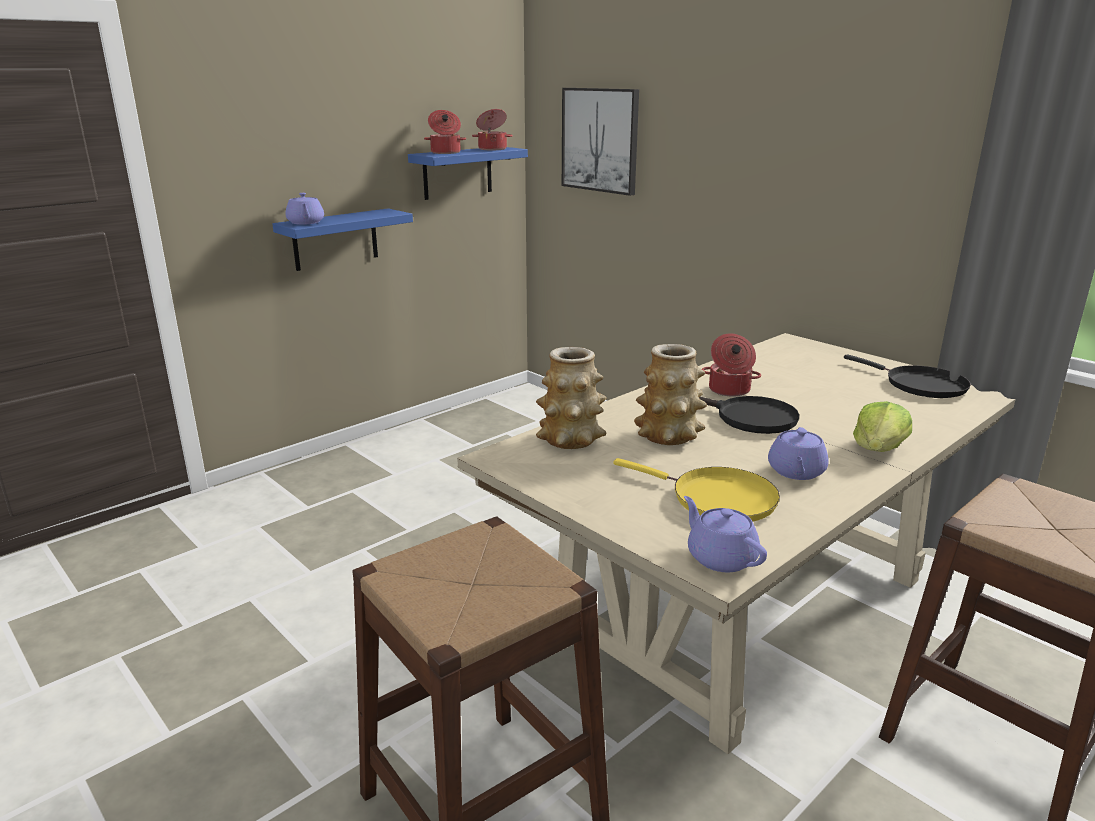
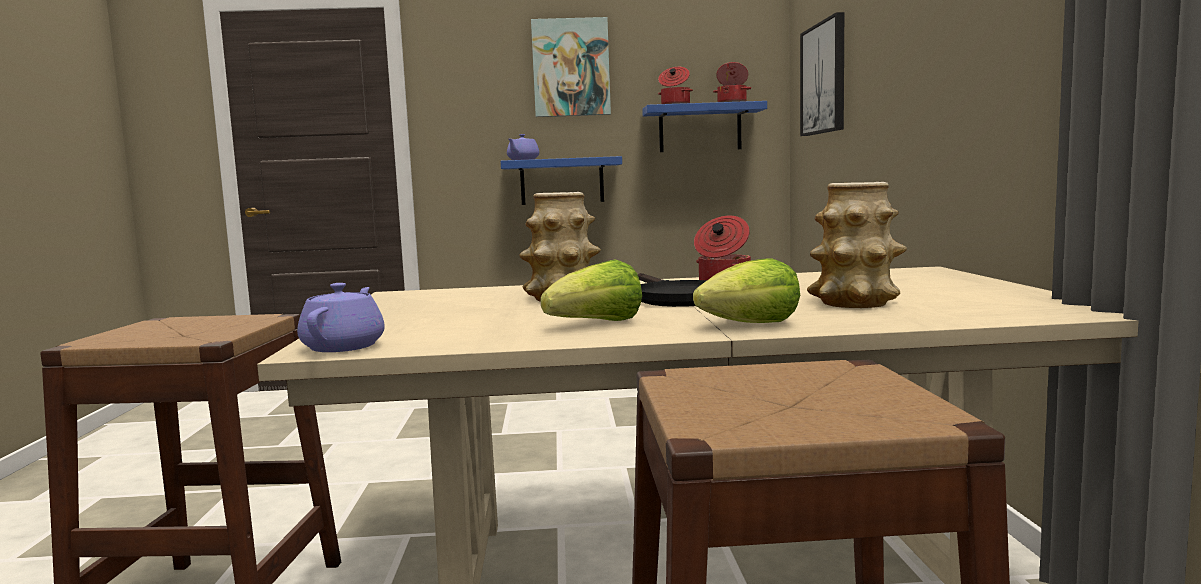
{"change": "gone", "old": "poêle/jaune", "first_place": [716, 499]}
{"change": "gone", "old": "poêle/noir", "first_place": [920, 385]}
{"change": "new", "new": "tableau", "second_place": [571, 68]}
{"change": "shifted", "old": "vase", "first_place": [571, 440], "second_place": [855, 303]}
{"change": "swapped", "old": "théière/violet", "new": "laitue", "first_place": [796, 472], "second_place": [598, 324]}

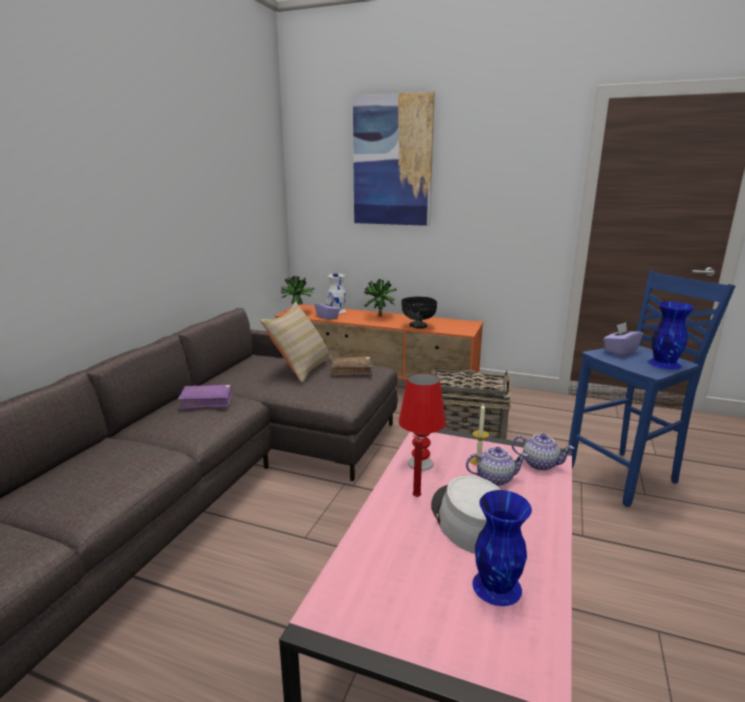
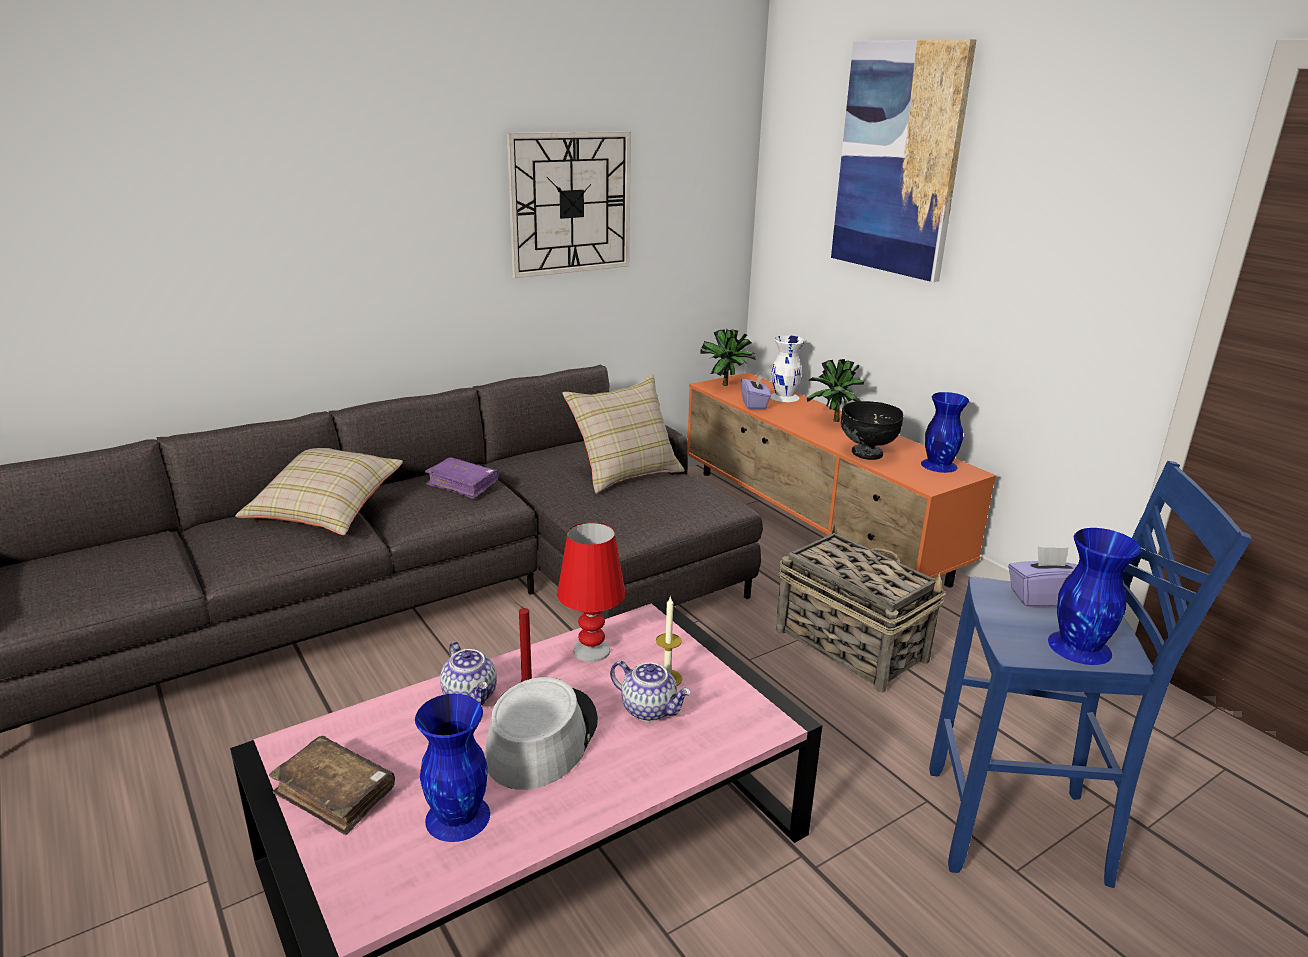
{"change": "new", "new": "coussin/beige", "second_place": [325, 510]}
{"change": "new", "new": "horloge murale", "second_place": [570, 203]}
{"change": "new", "new": "vase/bleu", "second_place": [938, 465]}
{"change": "shifted", "old": "livre/marron", "first_place": [351, 371], "second_place": [335, 793]}
{"change": "shifted", "old": "théière", "first_place": [540, 464], "second_place": [471, 695]}

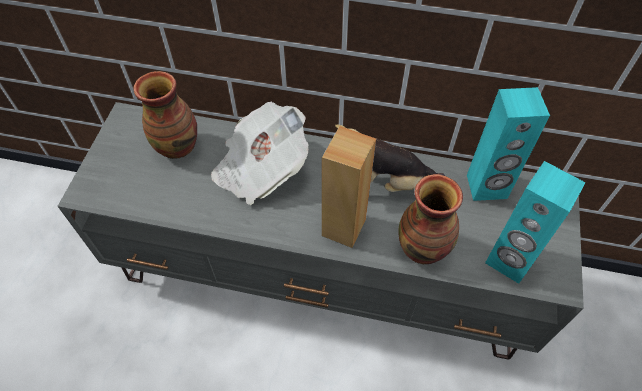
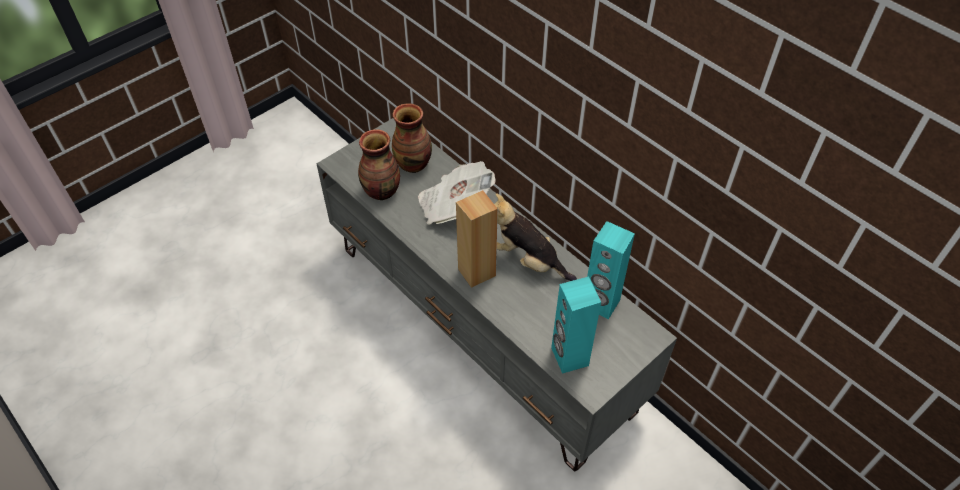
{"change": "shifted", "old": "vase", "first_place": [424, 248], "second_place": [382, 191]}

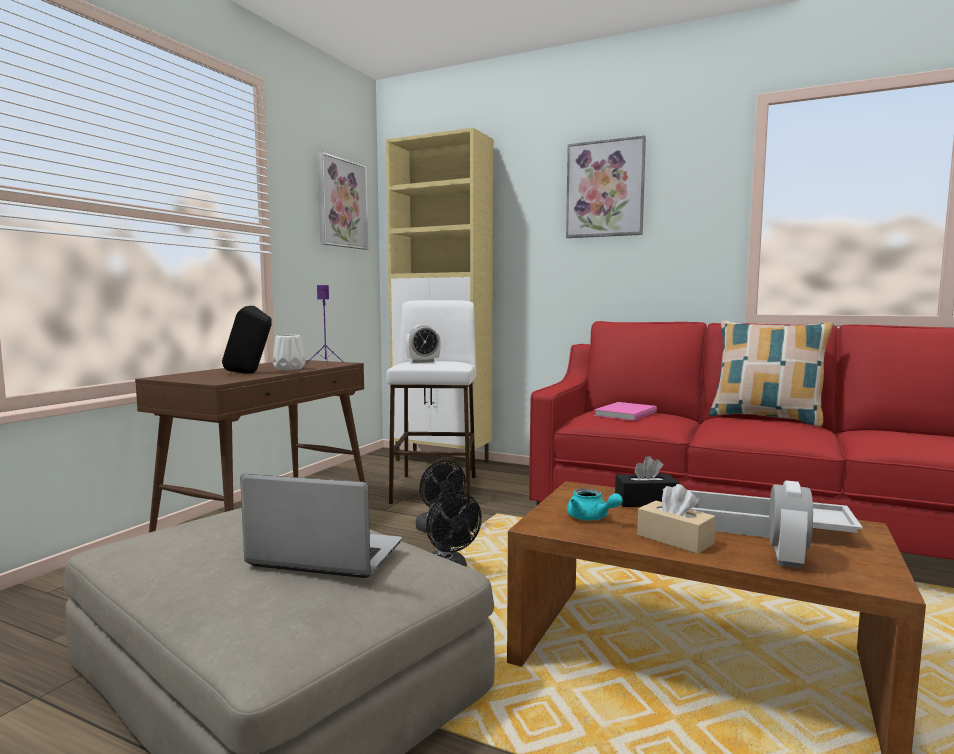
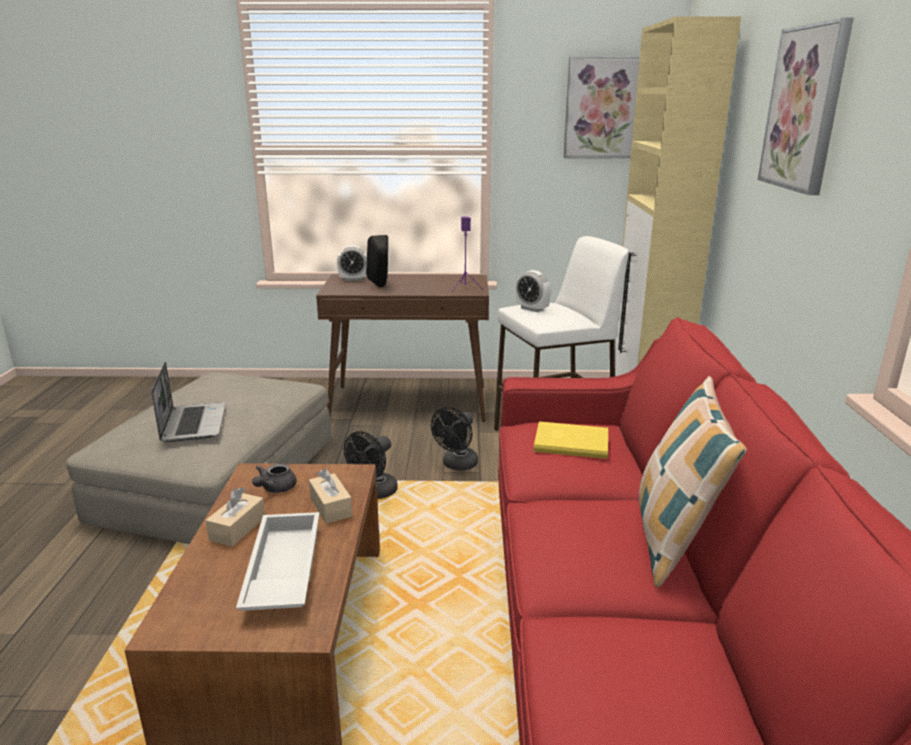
{"change": "gone", "old": "vase/blanc", "first_place": [289, 369]}
{"change": "shifted", "old": "réveil", "first_place": [787, 558], "second_place": [353, 279]}
{"change": "repainted", "old": "théière/turquoise", "new": "théière/gris", "first_place": [591, 518], "second_place": [275, 488]}
{"change": "repainted", "old": "livre/rose", "new": "livre/jaune", "first_place": [623, 413], "second_place": [570, 441]}
{"change": "repainted", "old": "boîte à mouchoirs/noir", "new": "boîte à mouchoirs/beige", "first_place": [645, 501], "second_place": [331, 507]}

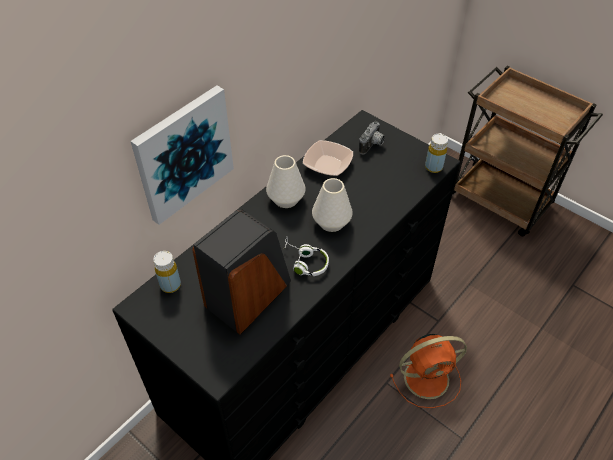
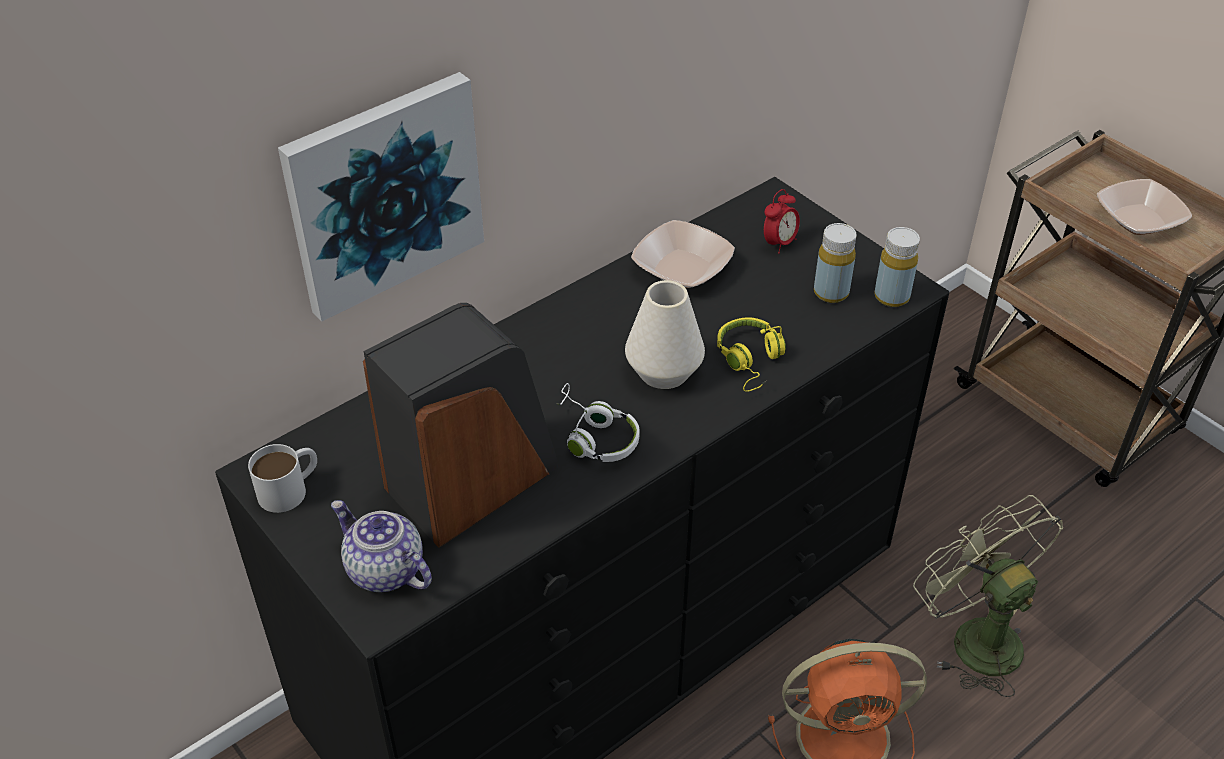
{"change": "gone", "old": "vase/blanc", "first_place": [286, 199]}
{"change": "new", "new": "mug/blanc", "second_place": [290, 488]}
{"change": "new", "new": "théière", "second_place": [384, 570]}
{"change": "new", "new": "casque audio/jaune", "second_place": [751, 361]}
{"change": "new", "new": "ventilateur/vert", "second_place": [974, 637]}
{"change": "new", "new": "bol", "second_place": [1138, 219]}
{"change": "shifted", "old": "bouteille/jaune", "first_place": [170, 285], "second_place": [831, 292]}
{"change": "swapped", "old": "appareil photo", "new": "réveil", "first_place": [372, 145], "second_place": [779, 243]}

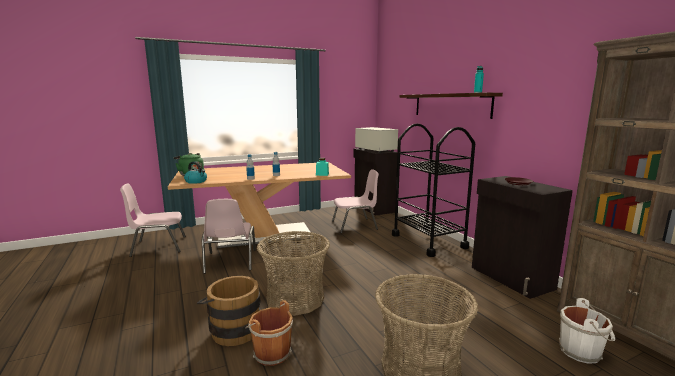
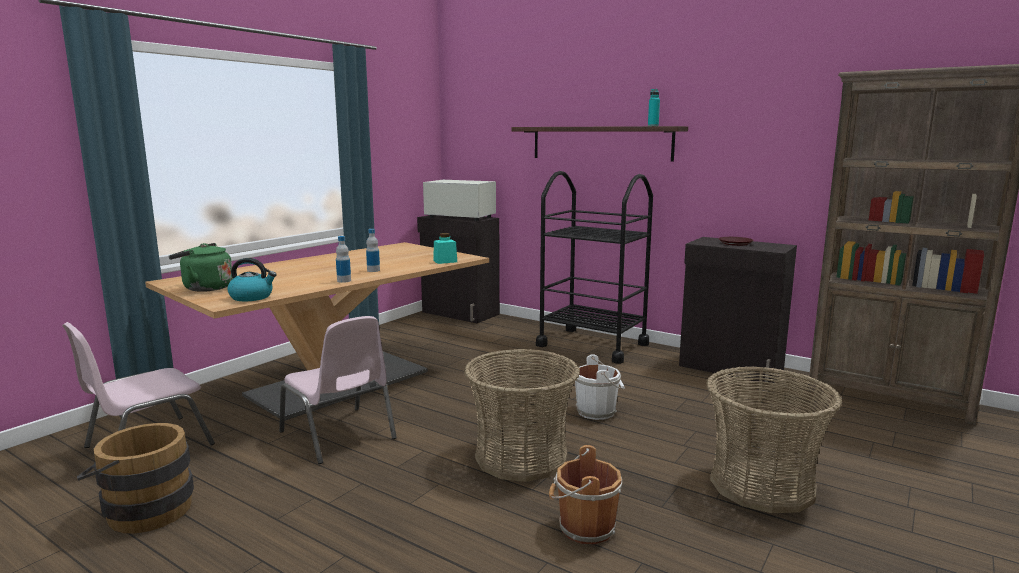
{"change": "gone", "old": "chaise/rose", "first_place": [355, 225]}
{"change": "shifted", "old": "seau/marron", "first_place": [232, 329], "second_place": [143, 510]}
{"change": "shifted", "old": "seau/blanc", "first_place": [581, 352], "second_place": [597, 411]}

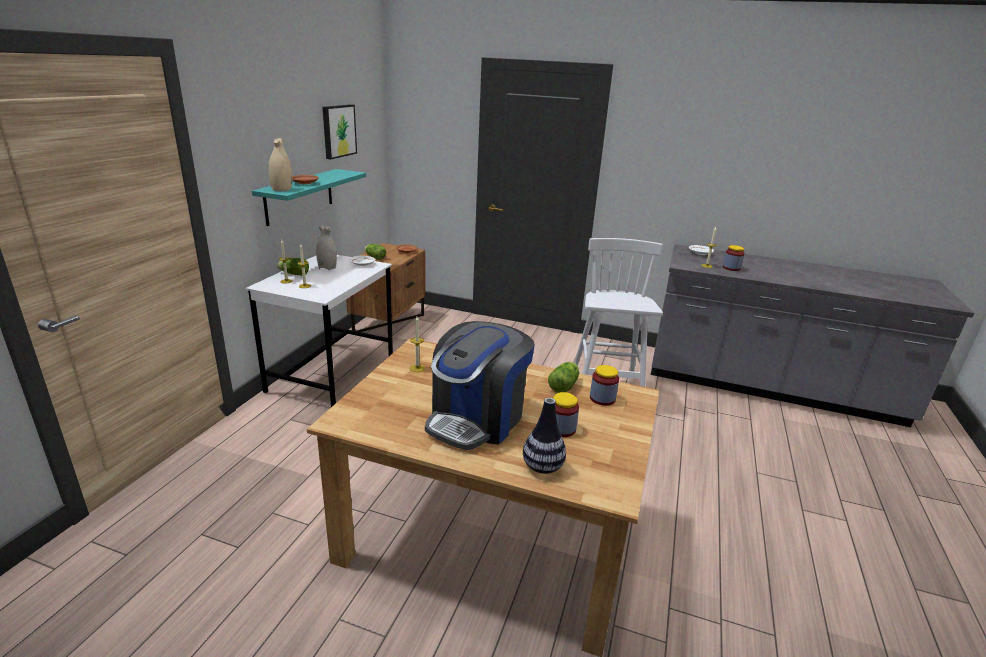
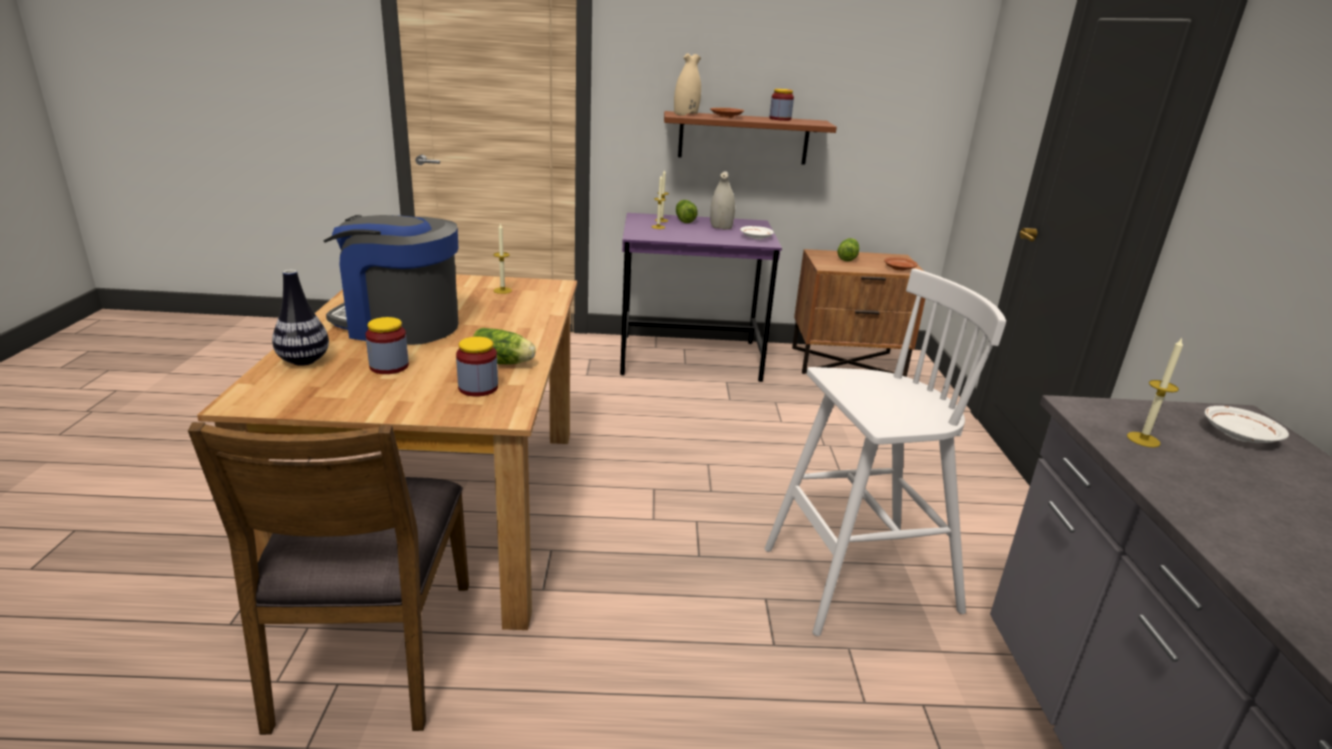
{"change": "gone", "old": "tableau", "first_place": [338, 131]}
{"change": "new", "new": "chaise/marron", "second_place": [371, 651]}
{"change": "shifted", "old": "bocal", "first_place": [731, 268], "second_place": [780, 119]}
{"change": "repainted", "old": "bureau/blanc", "new": "bureau/violet", "first_place": [332, 374], "second_place": [690, 358]}
{"change": "repainted", "old": "étagère/turquoise", "new": "étagère/marron", "first_place": [299, 196], "second_place": [743, 138]}

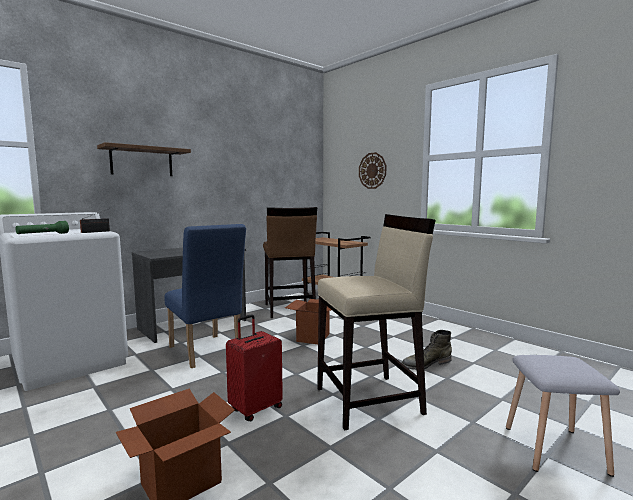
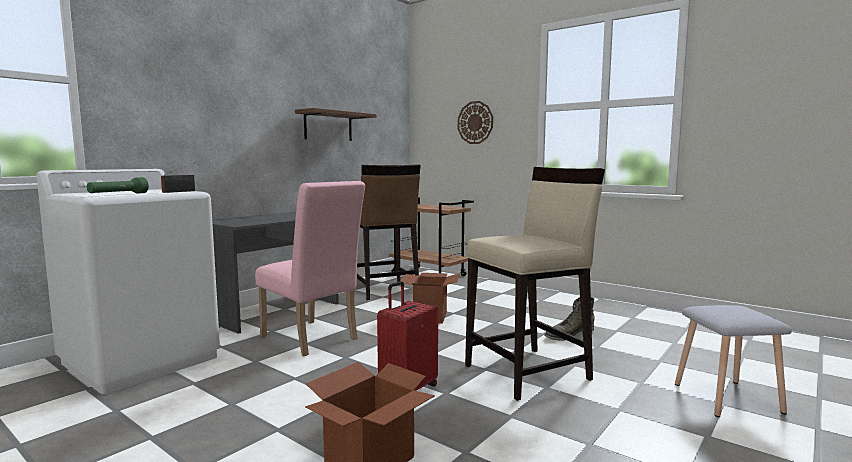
{"change": "shifted", "old": "étagère/marron", "first_place": [142, 161], "second_place": [328, 126]}
{"change": "repainted", "old": "chaise/bleu", "new": "chaise/rose", "first_place": [206, 352], "second_place": [312, 339]}

